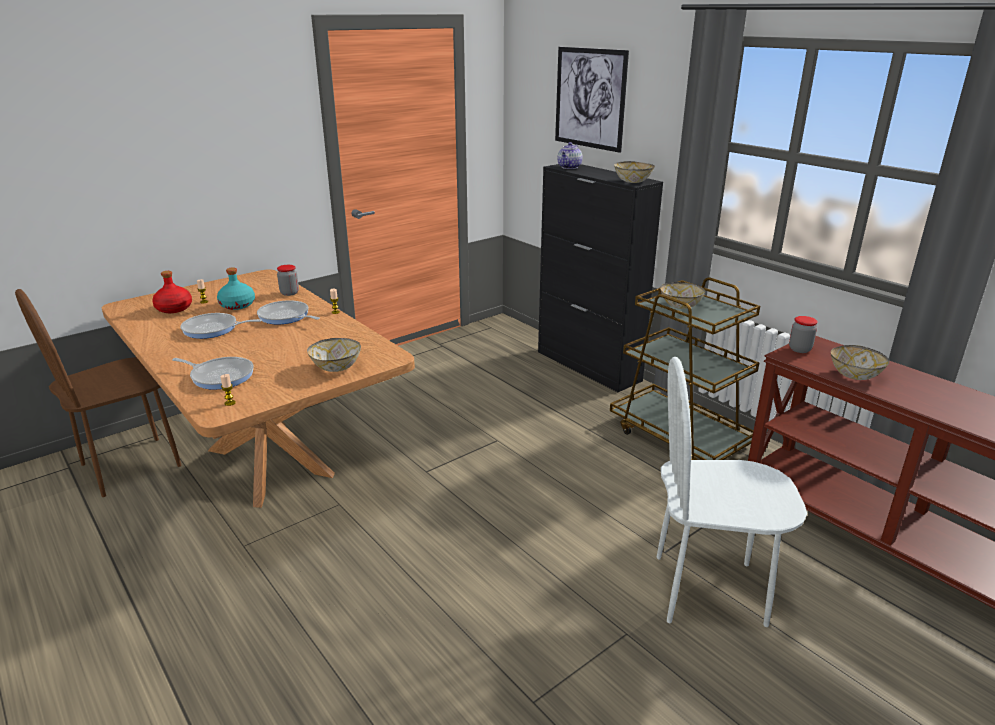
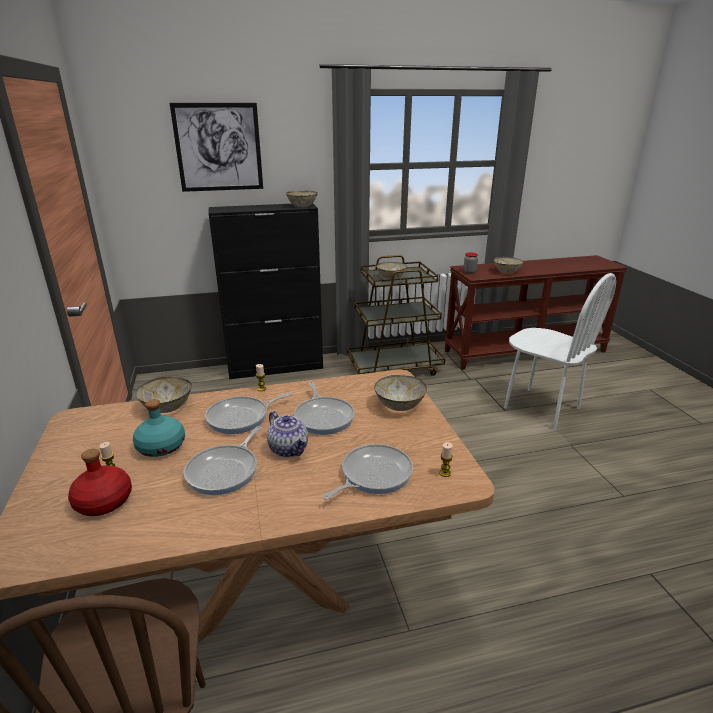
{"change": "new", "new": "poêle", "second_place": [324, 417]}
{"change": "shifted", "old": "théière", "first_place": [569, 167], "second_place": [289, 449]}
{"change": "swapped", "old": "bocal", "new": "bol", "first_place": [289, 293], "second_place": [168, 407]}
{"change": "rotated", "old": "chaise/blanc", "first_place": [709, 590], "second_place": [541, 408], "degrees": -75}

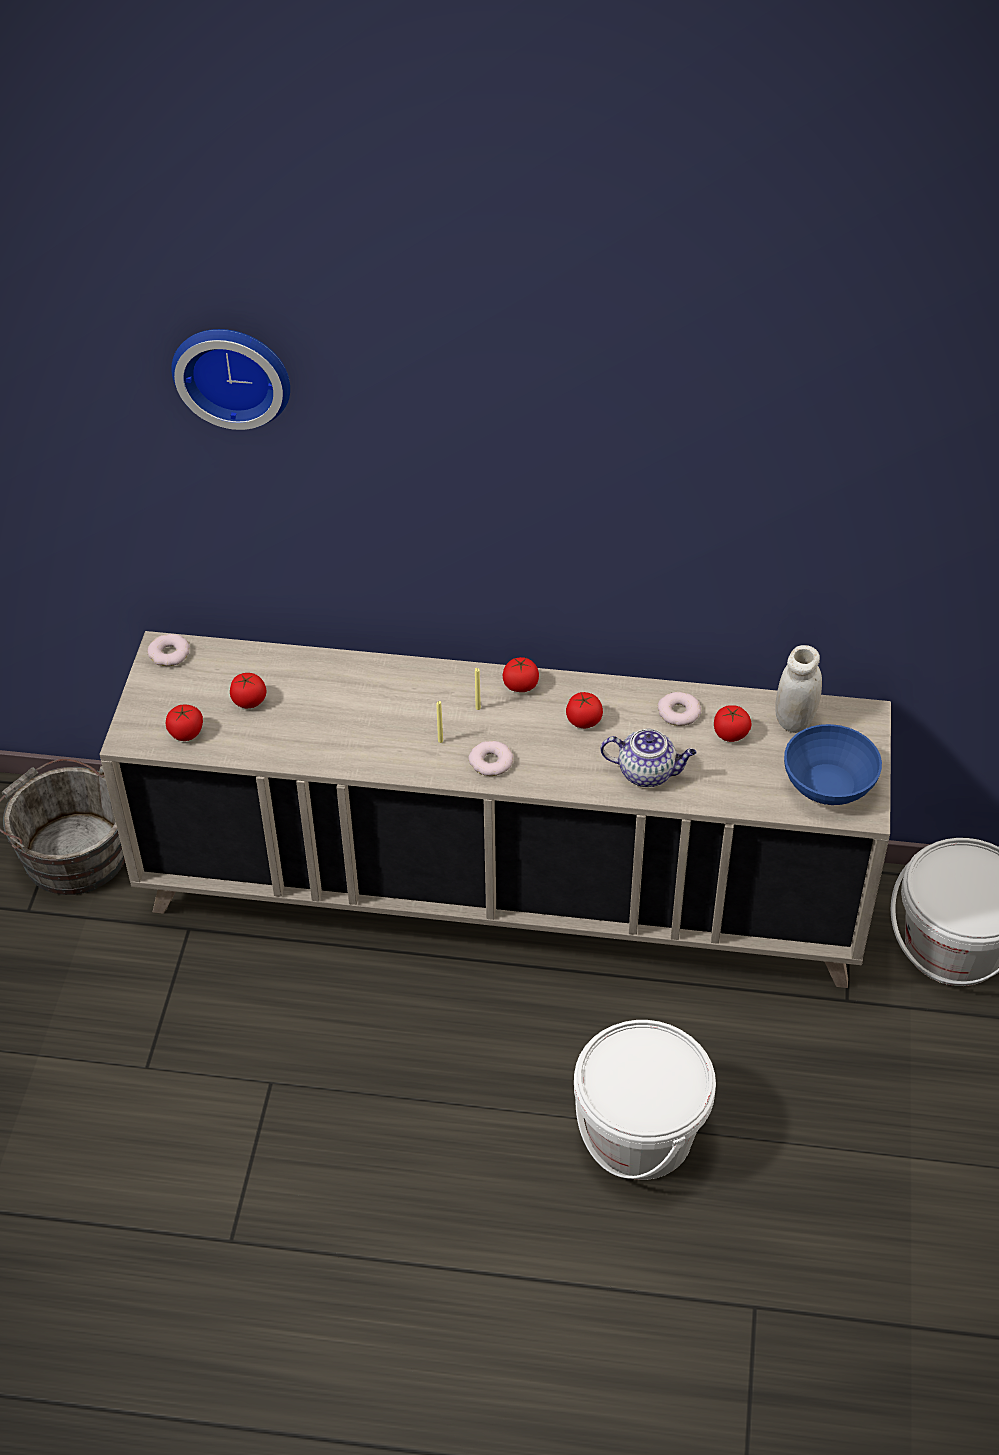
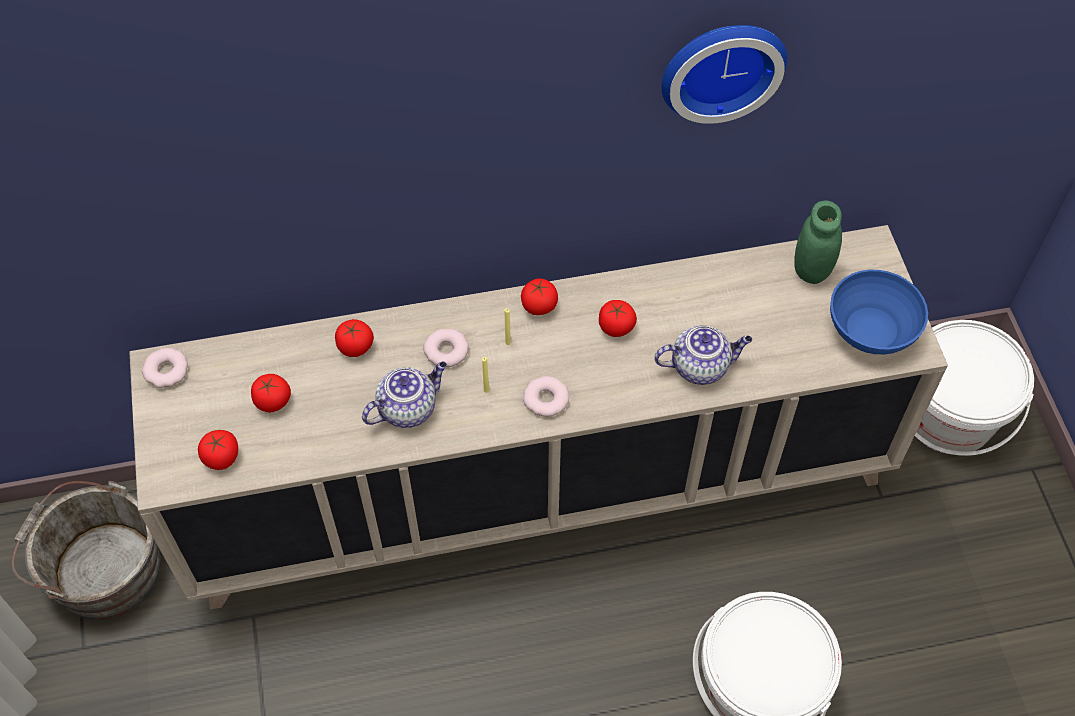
{"change": "new", "new": "théière", "second_place": [408, 408]}
{"change": "shifted", "old": "horloge murale", "first_place": [233, 372], "second_place": [720, 65]}
{"change": "shifted", "old": "beignet", "first_place": [678, 712], "second_place": [446, 351]}
{"change": "shifted", "old": "tomate", "first_place": [730, 734], "second_place": [355, 347]}
{"change": "repainted", "old": "bocal/blanc", "new": "bocal/vert", "first_place": [794, 720], "second_place": [811, 270]}

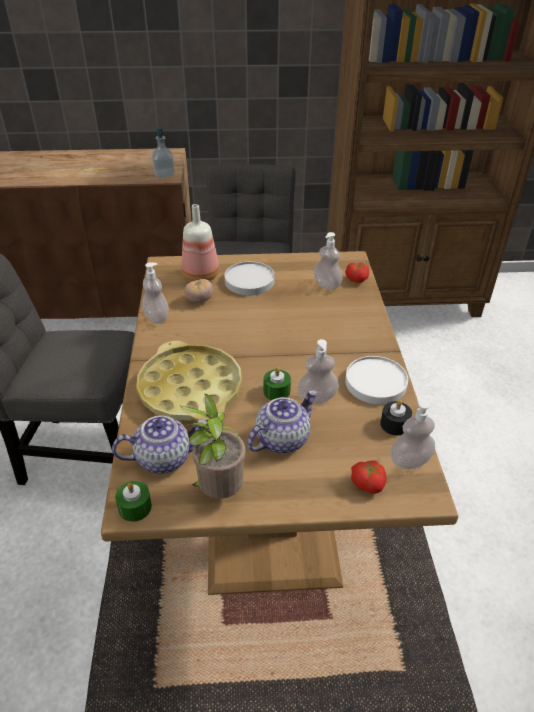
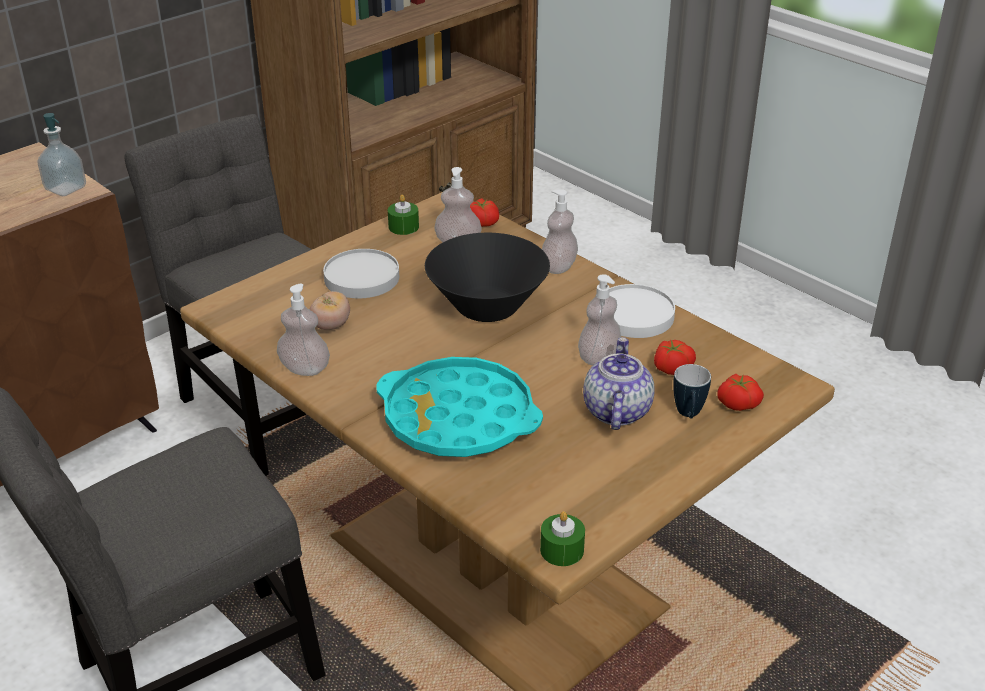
{"change": "gone", "old": "théière", "first_place": [164, 457]}
{"change": "gone", "old": "plante en pot", "first_place": [218, 491]}
{"change": "gone", "old": "bouteille", "first_place": [200, 275]}
{"change": "gone", "old": "bougie/noir", "first_place": [394, 424]}
{"change": "new", "new": "bol/noir", "second_place": [487, 307]}
{"change": "new", "new": "tomate", "second_place": [671, 367]}
{"change": "new", "new": "mug", "second_place": [688, 415]}
{"change": "shifted", "old": "bougie/vert", "first_place": [276, 391], "second_place": [403, 227]}
{"change": "shifted", "old": "distributeur de savon", "first_place": [410, 461], "second_place": [558, 267]}
{"change": "repainted", "old": "plateau/jaune", "new": "plateau/turquoise", "first_place": [190, 389], "second_place": [458, 418]}

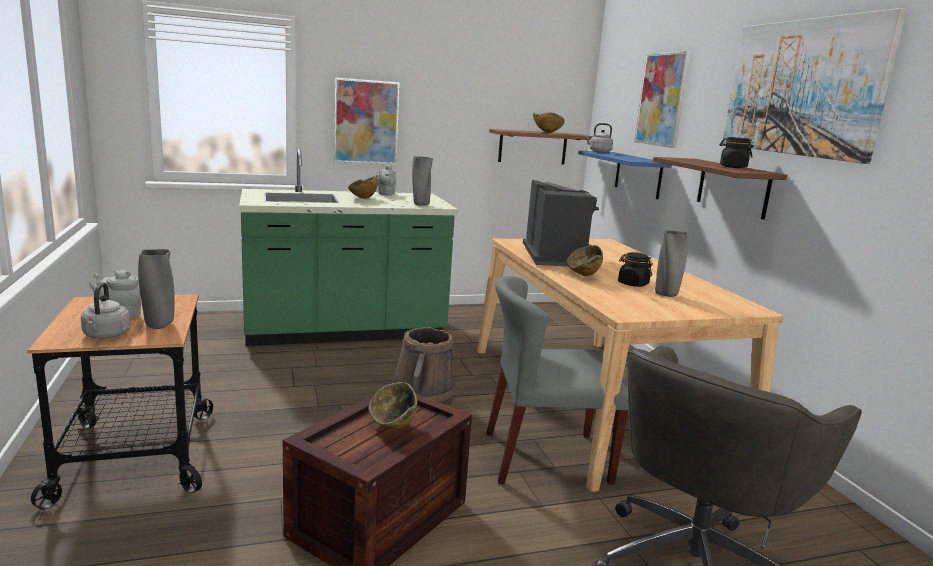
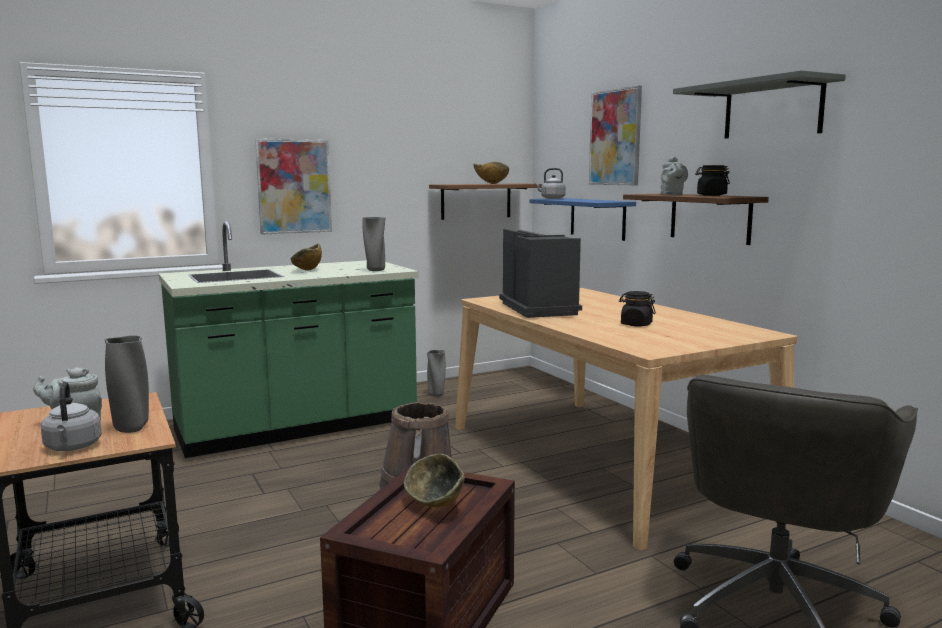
{"change": "gone", "old": "chaise/gris", "first_place": [545, 457]}
{"change": "gone", "old": "bol", "first_place": [583, 276]}
{"change": "shifted", "old": "théière/gris", "first_place": [385, 194], "second_place": [672, 195]}
{"change": "shifted", "old": "vase/gris", "first_place": [666, 295], "second_place": [436, 395]}
{"change": "swapped", "old": "tableau", "new": "étagère/gris", "first_place": [802, 88], "second_place": [772, 109]}

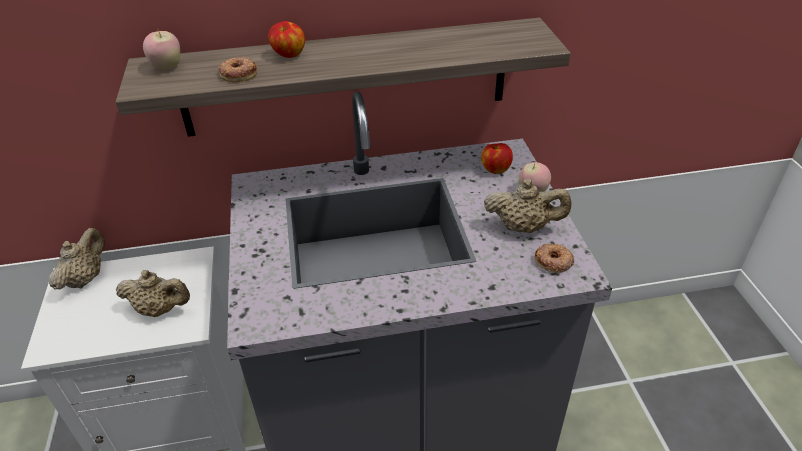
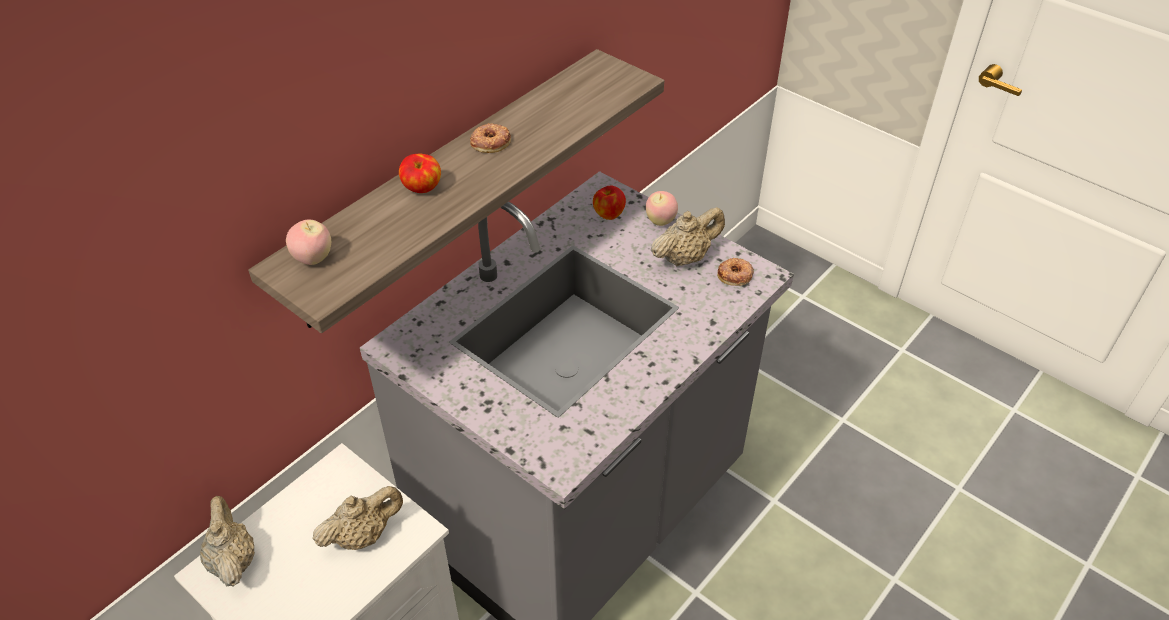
{"change": "shifted", "old": "beignet", "first_place": [239, 73], "second_place": [490, 142]}

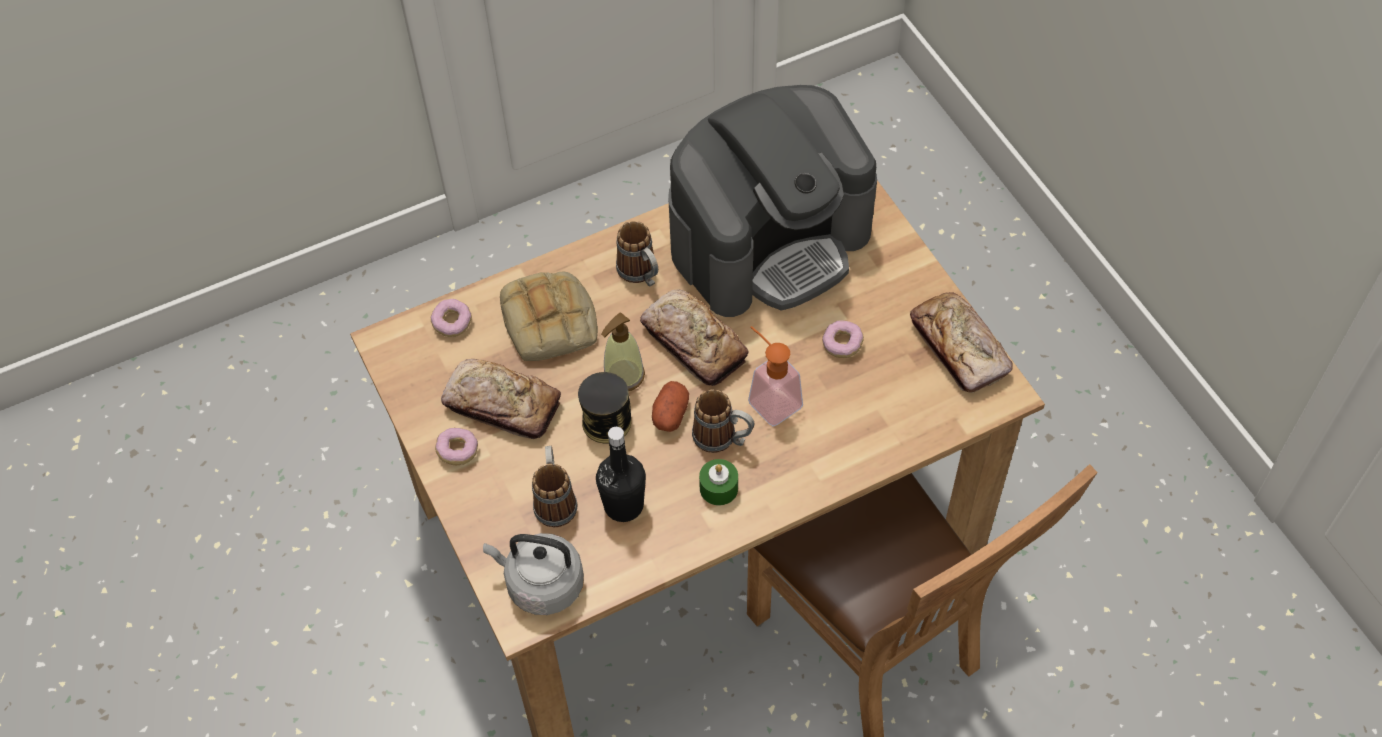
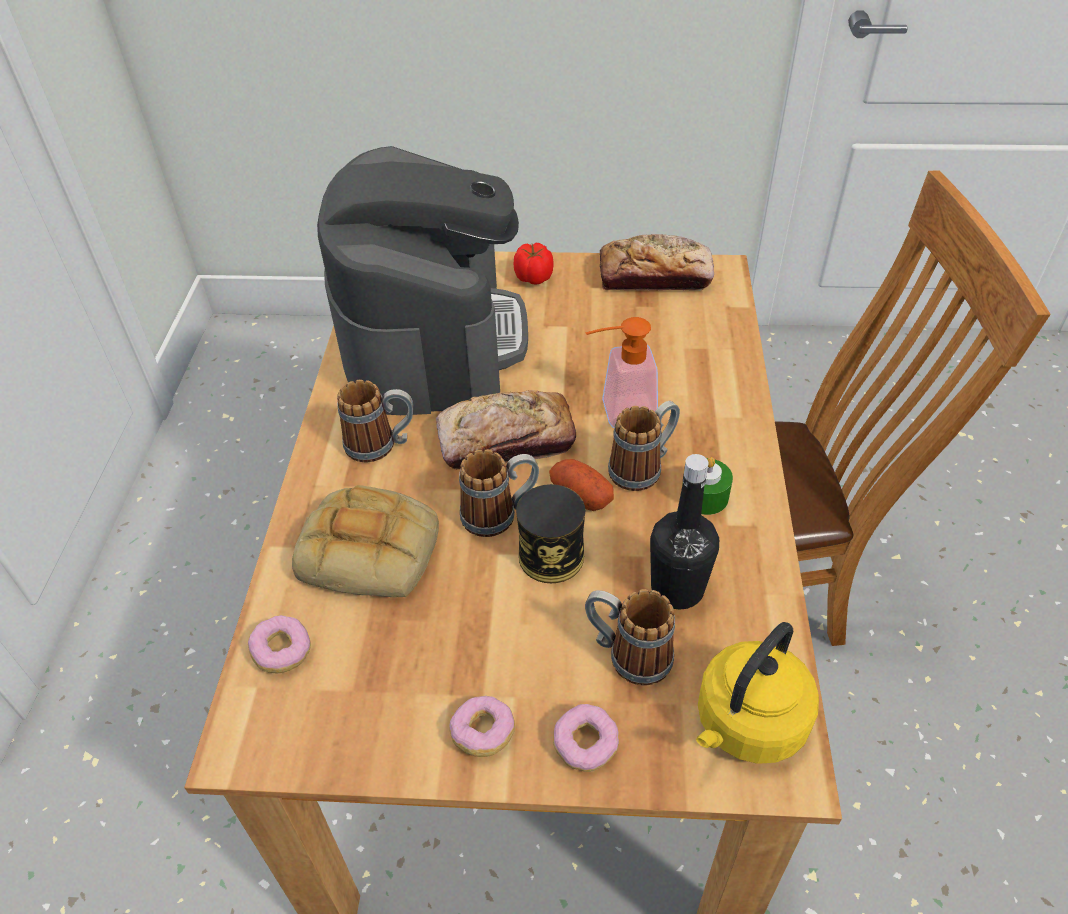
{"change": "gone", "old": "pain", "first_place": [502, 405]}
{"change": "new", "new": "tomate", "second_place": [534, 278]}
{"change": "shifted", "old": "beignet", "first_place": [842, 344], "second_place": [585, 744]}
{"change": "swapped", "old": "distributeur de savon", "new": "mug", "first_place": [623, 375], "second_place": [500, 514]}
{"change": "repainted", "old": "bouilloire/gris", "new": "bouilloire/jaune", "first_place": [541, 584], "second_place": [747, 725]}

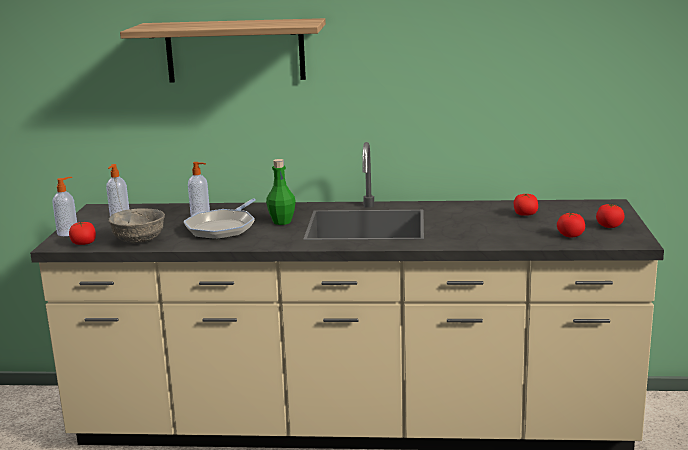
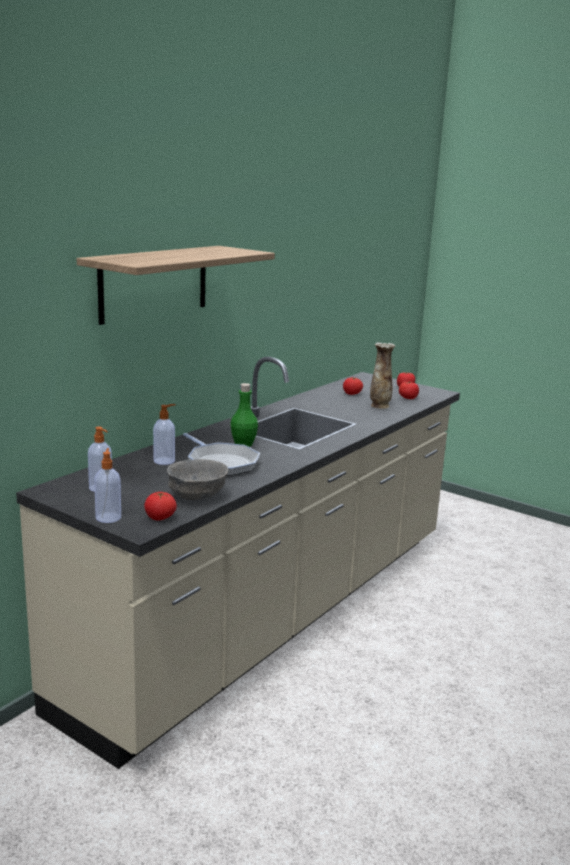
{"change": "new", "new": "vase", "second_place": [379, 406]}

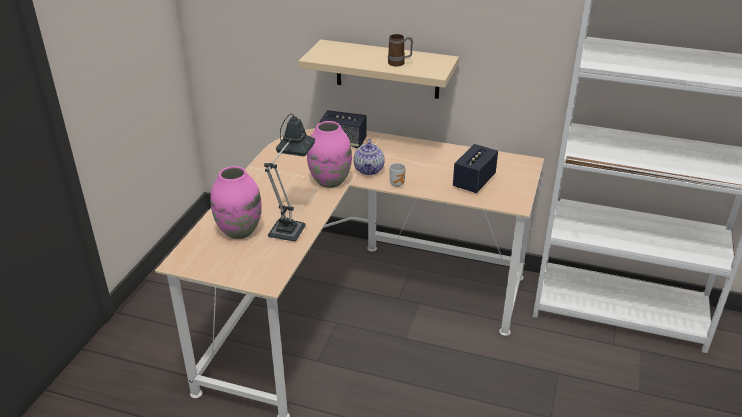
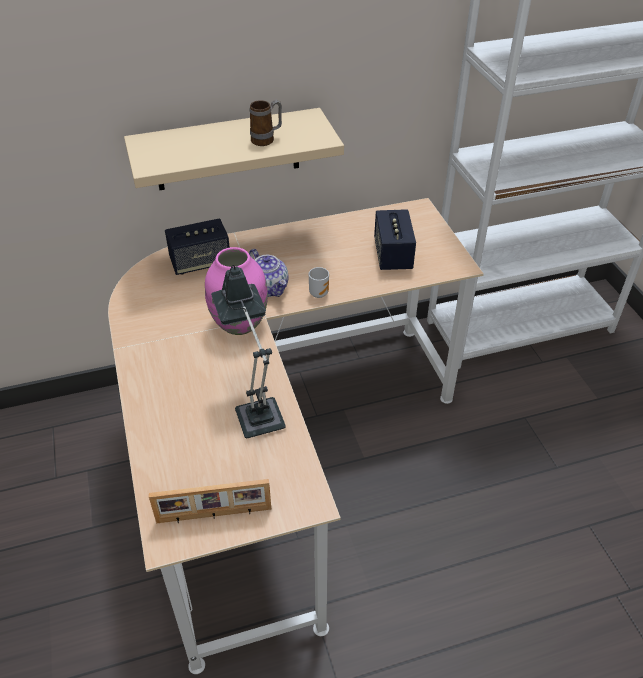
{"change": "gone", "old": "vase/rose", "first_place": [239, 231]}
{"change": "new", "new": "cadre photo", "second_place": [214, 515]}

